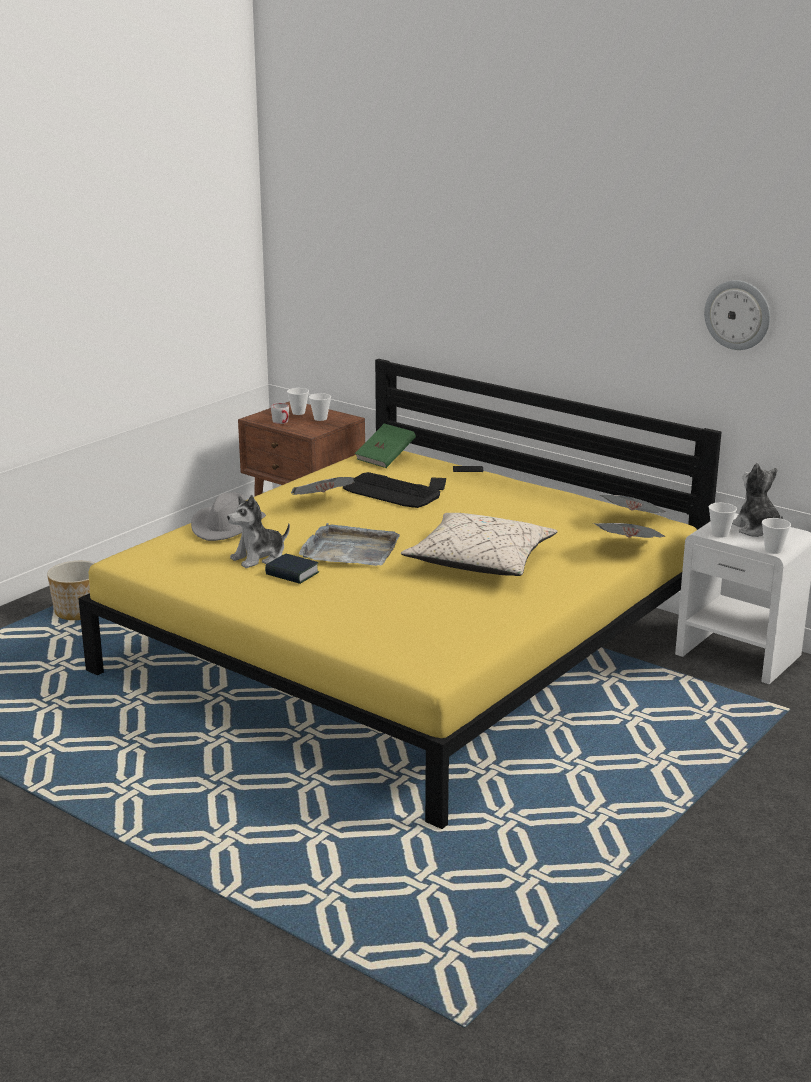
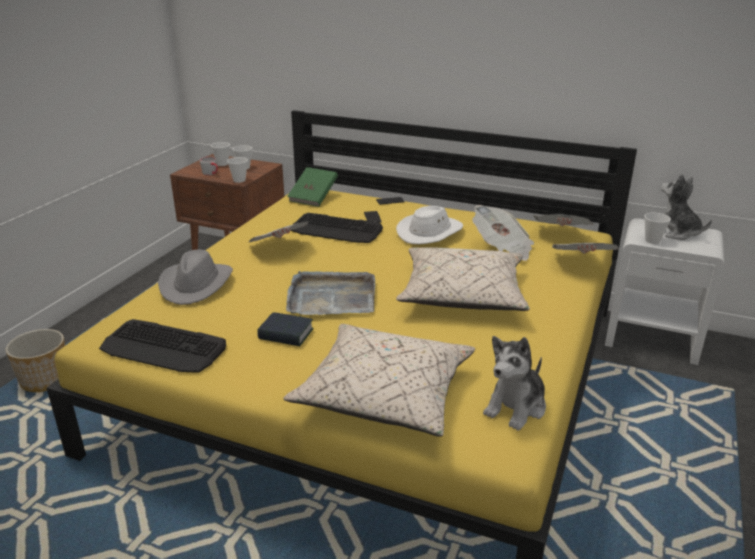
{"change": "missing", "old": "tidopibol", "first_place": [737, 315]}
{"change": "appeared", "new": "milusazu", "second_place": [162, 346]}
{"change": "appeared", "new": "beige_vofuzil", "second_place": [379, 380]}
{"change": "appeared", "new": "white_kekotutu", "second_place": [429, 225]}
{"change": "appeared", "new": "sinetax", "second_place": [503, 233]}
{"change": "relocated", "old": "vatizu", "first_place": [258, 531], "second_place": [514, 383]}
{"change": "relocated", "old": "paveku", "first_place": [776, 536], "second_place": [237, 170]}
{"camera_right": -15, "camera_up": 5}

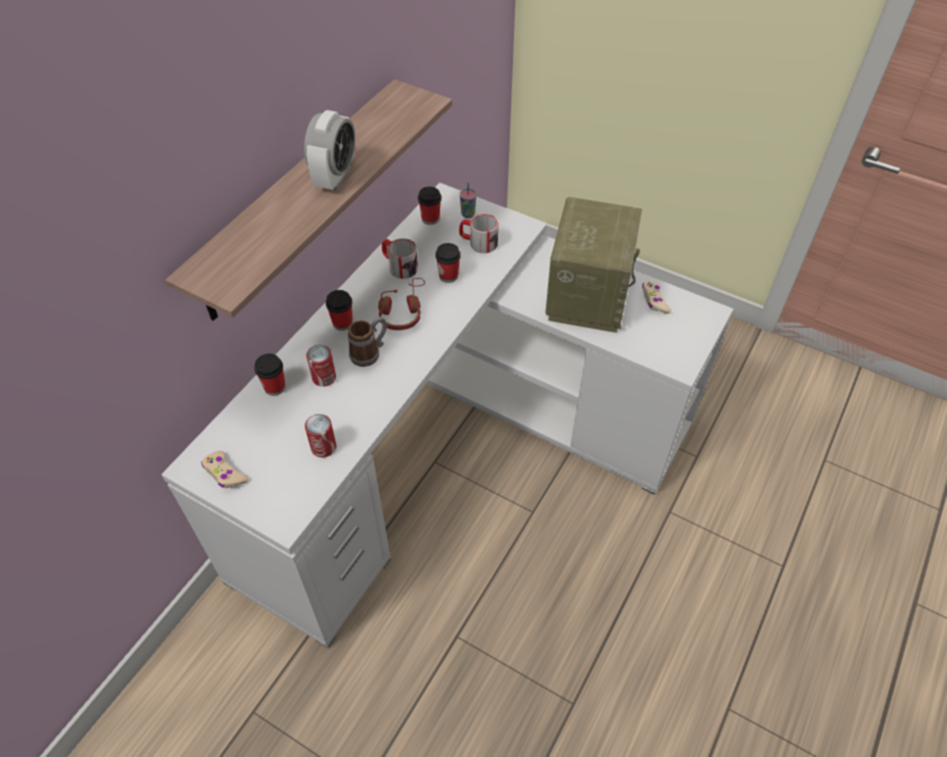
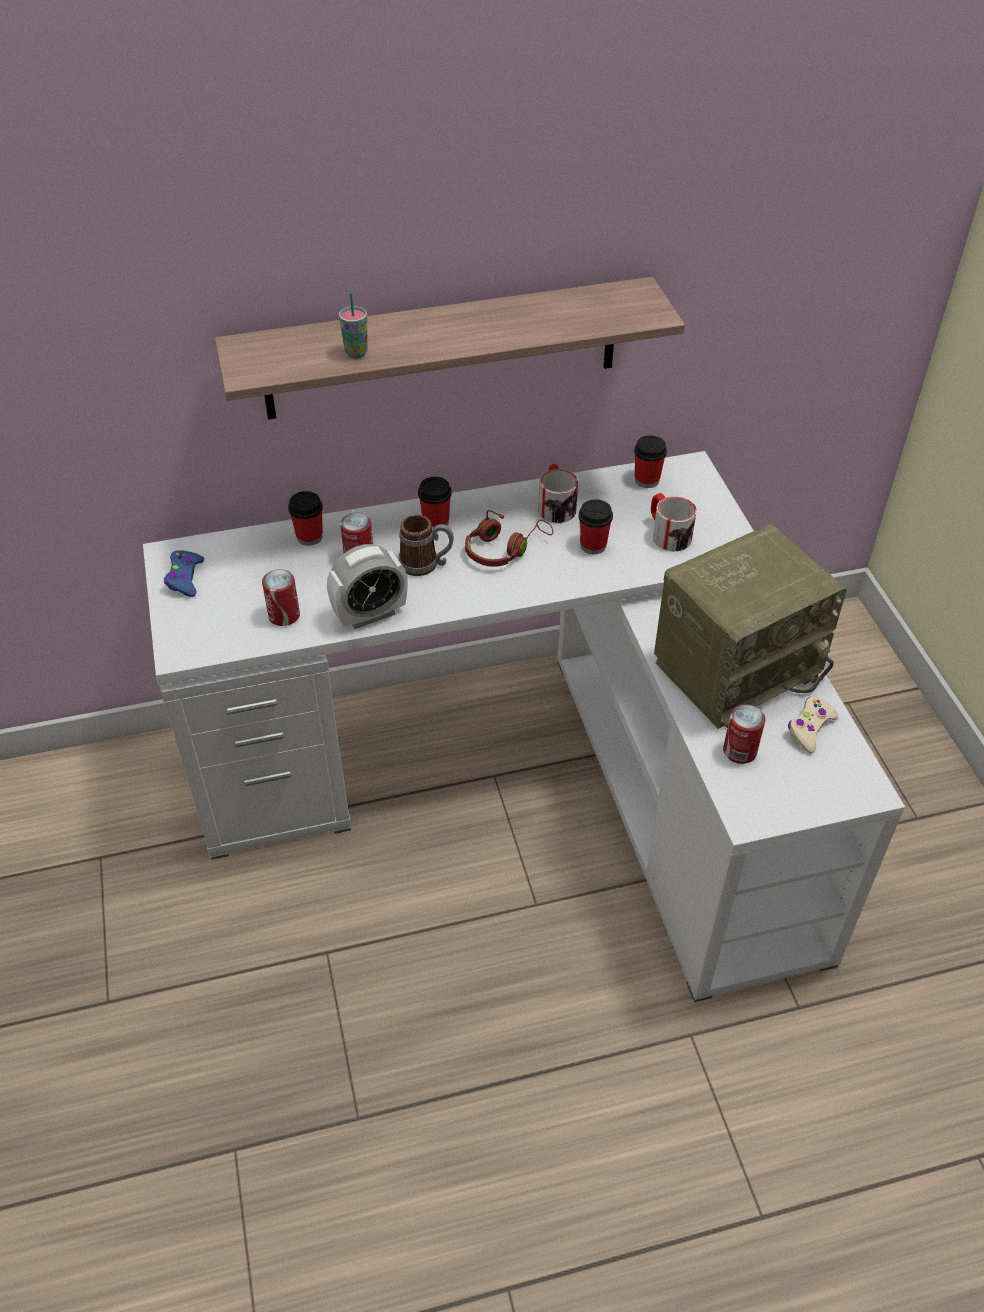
{"change": "appeared", "new": "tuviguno", "second_place": [744, 734]}
{"change": "relocated", "old": "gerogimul", "first_place": [329, 150], "second_place": [367, 586]}
{"change": "relocated", "old": "paveku", "first_place": [468, 200], "second_place": [353, 325]}
{"change": "colour", "old": "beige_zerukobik", "new": "blue_zerukobik", "first_place": [224, 469], "second_place": [184, 573]}
{"camera_right": 45, "camera_up": -5}

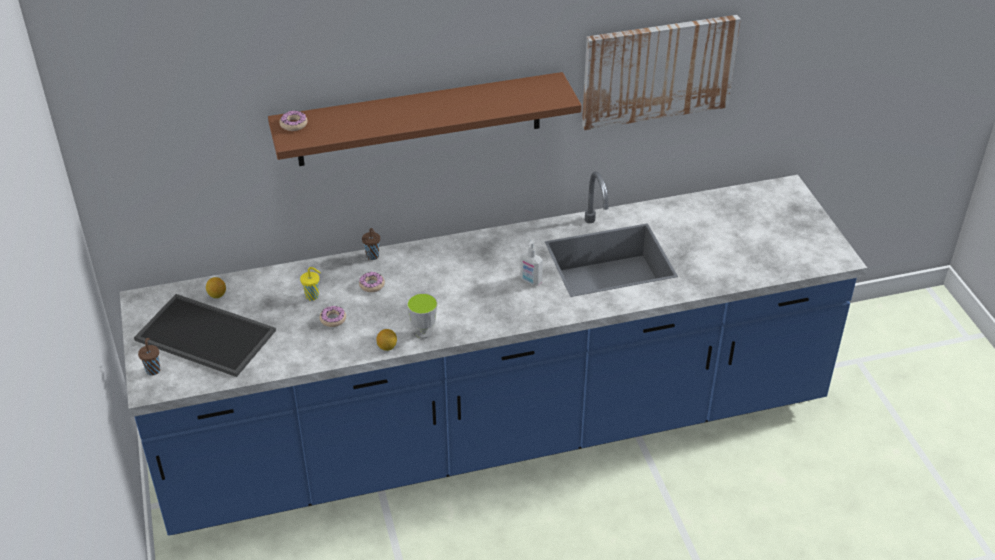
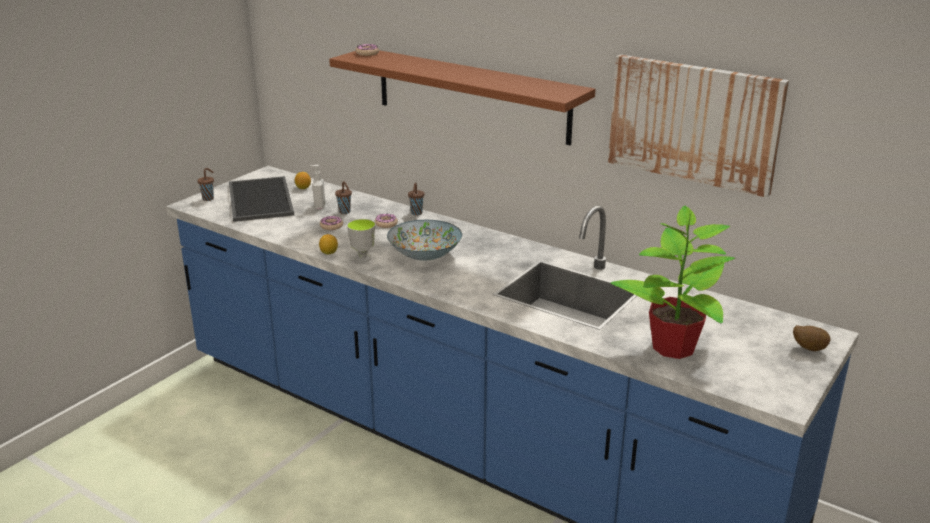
{"change": "appeared", "new": "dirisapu", "second_place": [424, 240]}
{"change": "appeared", "new": "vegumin", "second_place": [673, 282]}
{"change": "appeared", "new": "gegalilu", "second_place": [812, 338]}
{"change": "relocated", "old": "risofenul", "first_place": [531, 263], "second_place": [317, 187]}
{"change": "colour", "old": "yellow_paveku", "new": "brown_paveku", "first_place": [310, 284], "second_place": [343, 197]}
{"camera_right": 50, "camera_up": -15}

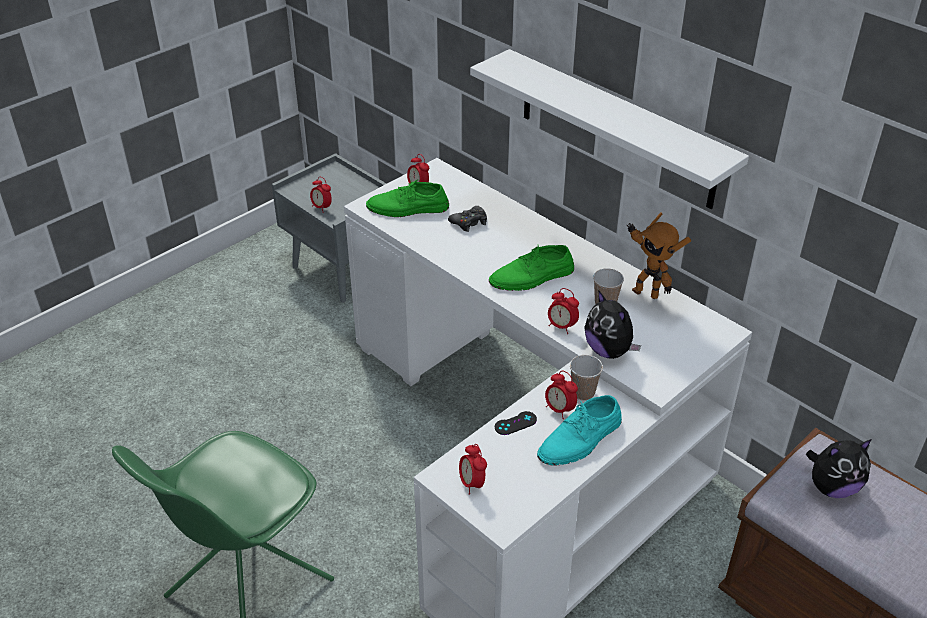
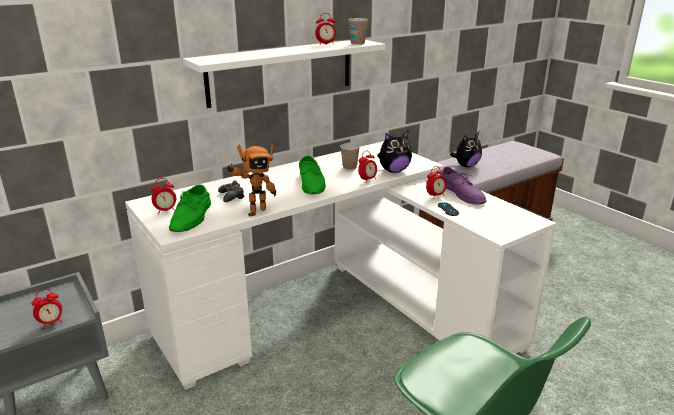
{"change": "relocated", "old": "gerogimul", "first_place": [473, 469], "second_place": [325, 29]}
{"change": "relocated", "old": "paveku", "first_place": [586, 378], "second_place": [358, 31]}
{"change": "relocated", "old": "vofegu", "first_place": [658, 255], "second_place": [251, 180]}
{"change": "colour", "old": "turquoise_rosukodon", "new": "purple_rosukodon", "first_place": [579, 430], "second_place": [462, 186]}
{"change": "spun", "old": "vatizu", "first_place": [839, 468], "second_place": [466, 149], "degrees": 60}
{"camera_right": -80, "camera_up": -15}

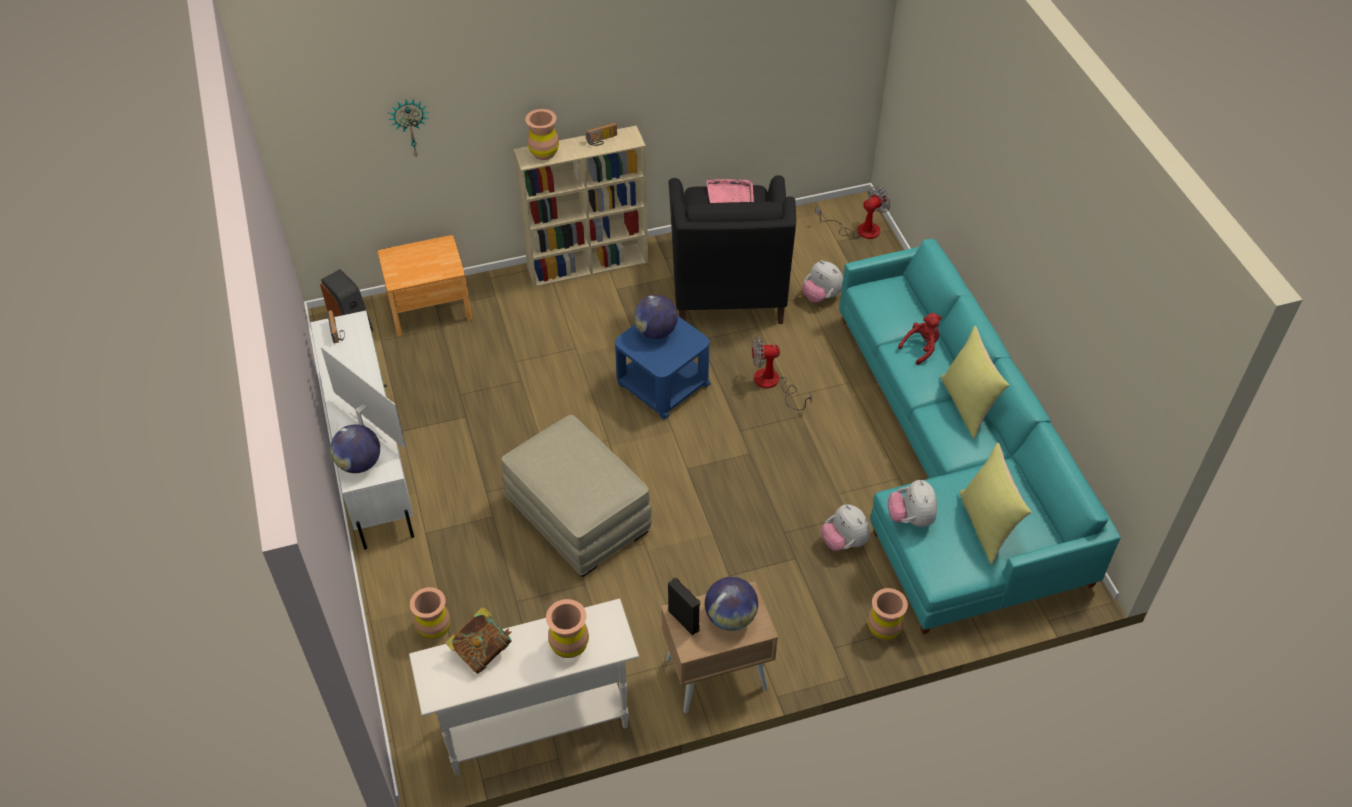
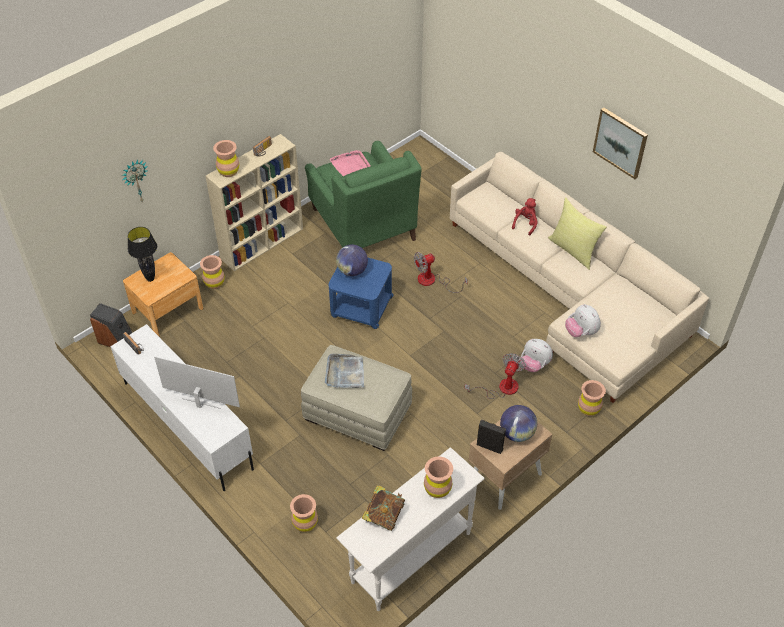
{"change": "missing", "old": "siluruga", "first_place": [355, 448]}
{"change": "missing", "old": "vatizu", "first_place": [822, 281]}
{"change": "missing", "old": "yellow_vofuzil", "first_place": [996, 503]}
{"change": "appeared", "new": "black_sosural", "second_place": [142, 254]}
{"change": "appeared", "new": "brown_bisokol", "second_place": [212, 272]}
{"change": "appeared", "new": "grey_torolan", "second_place": [344, 371]}
{"change": "appeared", "new": "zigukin", "second_place": [620, 143]}
{"change": "relocated", "old": "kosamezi", "first_place": [853, 212], "second_place": [495, 376]}
{"change": "colour", "old": "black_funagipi", "new": "green_funagipi", "first_place": [732, 249], "second_place": [363, 194]}
{"change": "colour", "old": "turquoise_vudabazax", "new": "beige_vudabazax", "first_place": [980, 436], "second_place": [579, 277]}
{"camera_right": -25, "camera_up": 0}

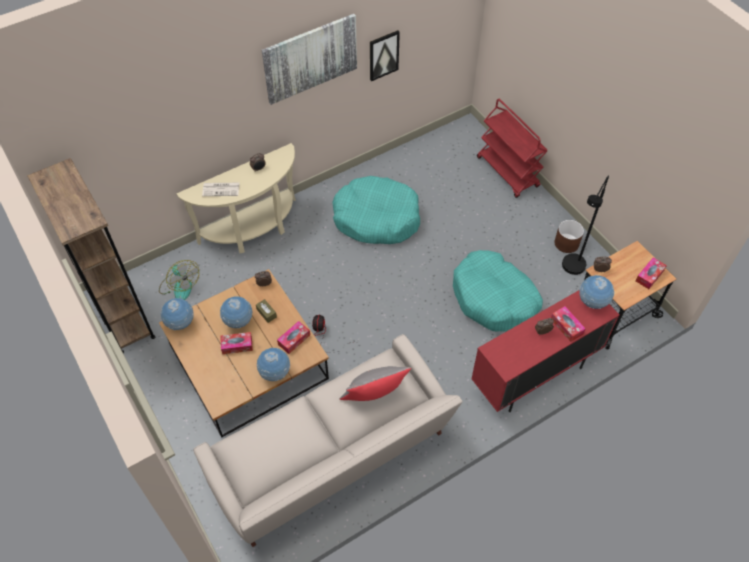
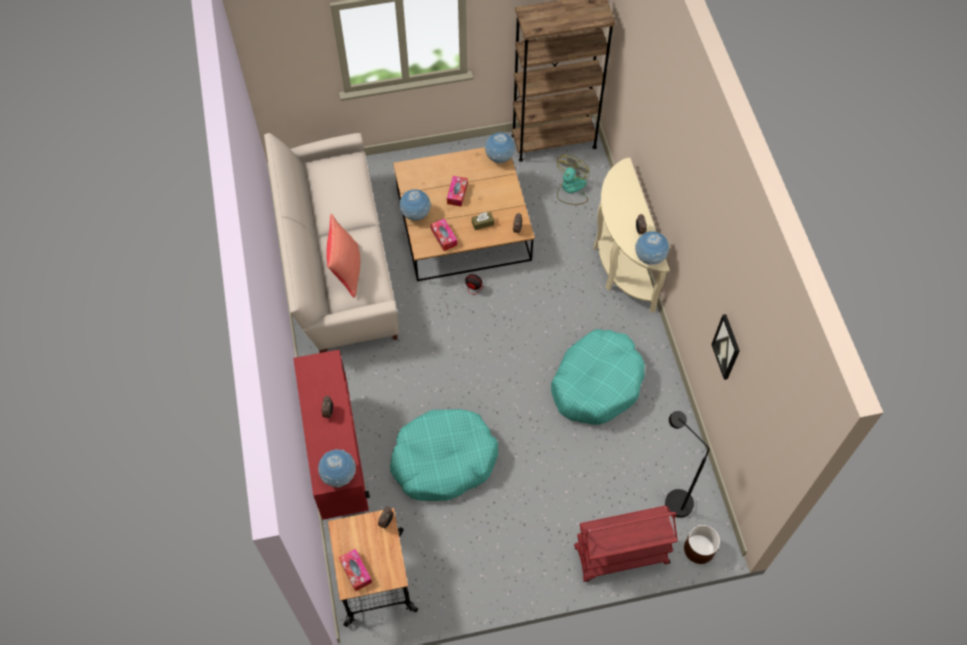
{"change": "missing", "old": "sinetax", "first_place": [220, 189]}
{"change": "missing", "old": "zigukin", "first_place": [309, 59]}
{"change": "missing", "old": "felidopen", "first_place": [568, 324]}
{"change": "relocated", "old": "siluruga", "first_place": [236, 312], "second_place": [652, 248]}
{"change": "relocated", "old": "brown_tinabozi", "first_place": [569, 236], "second_place": [702, 544]}
{"change": "relocated", "old": "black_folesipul", "first_place": [585, 225], "second_place": [687, 464]}
{"change": "colour", "old": "grey_vofuzil", "new": "red_vofuzil", "first_place": [375, 383], "second_place": [343, 256]}
{"change": "spun", "old": "kosamezi", "first_place": [179, 280], "second_place": [573, 180], "degrees": 135}
{"camera_right": 110, "camera_up": 5}

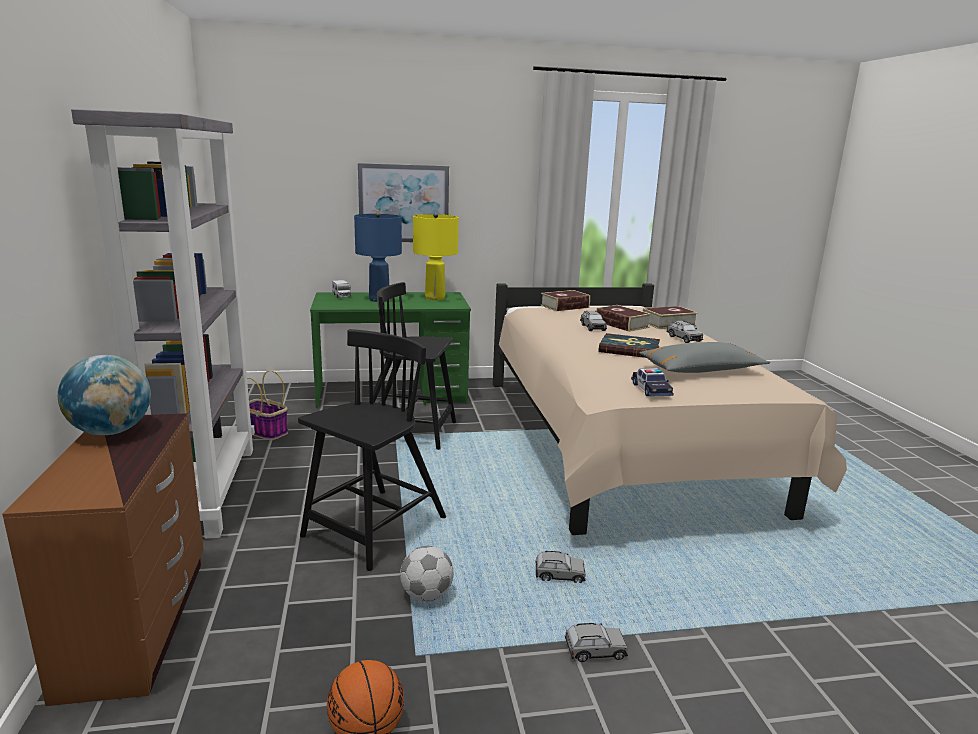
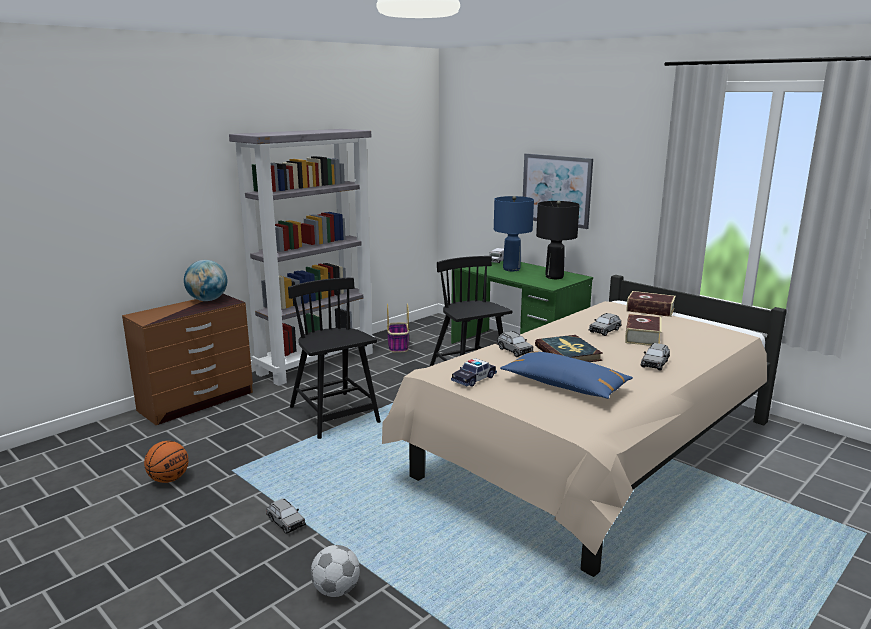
{"change": "missing", "old": "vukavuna", "first_place": [670, 317]}
{"change": "relocated", "old": "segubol", "first_place": [426, 573], "second_place": [335, 571]}
{"change": "relocated", "old": "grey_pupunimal", "first_place": [560, 567], "second_place": [515, 344]}
{"change": "colour", "old": "yellow_sosural", "new": "black_sosural", "first_place": [436, 256], "second_place": [558, 240]}
{"change": "colour", "old": "grey_vofuzil", "new": "blue_vofuzil", "first_place": [704, 357], "second_place": [566, 375]}
{"change": "spun", "old": "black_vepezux", "first_place": [372, 450], "second_place": [334, 358], "degrees": -120}
{"camera_right": 55, "camera_up": 0}

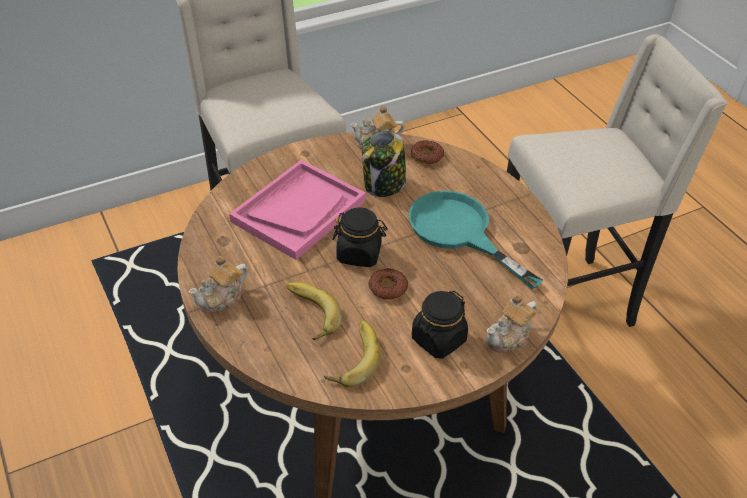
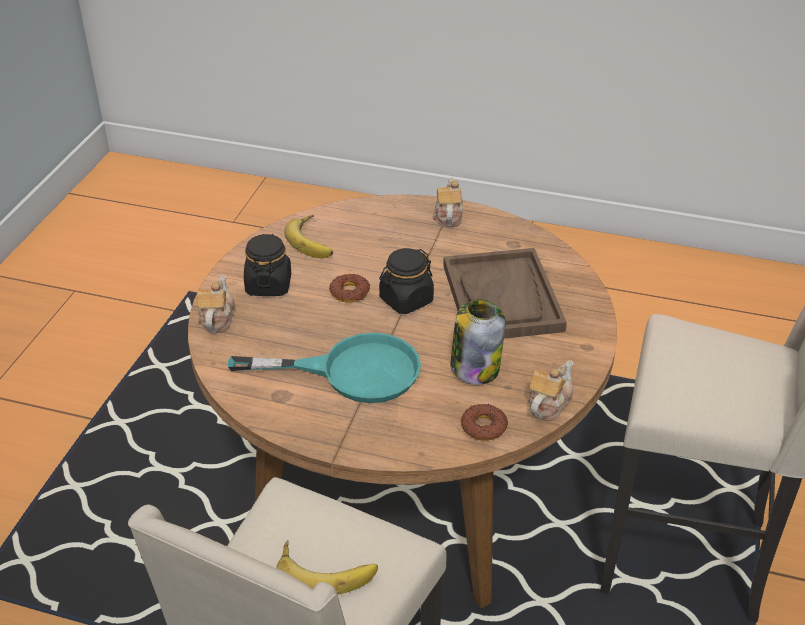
{"change": "relocated", "old": "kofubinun", "first_place": [314, 311], "second_place": [327, 567]}
{"change": "colour", "old": "pink_torolan", "new": "brown_torolan", "first_place": [297, 210], "second_place": [505, 293]}
{"camera_right": 135, "camera_up": -5}

